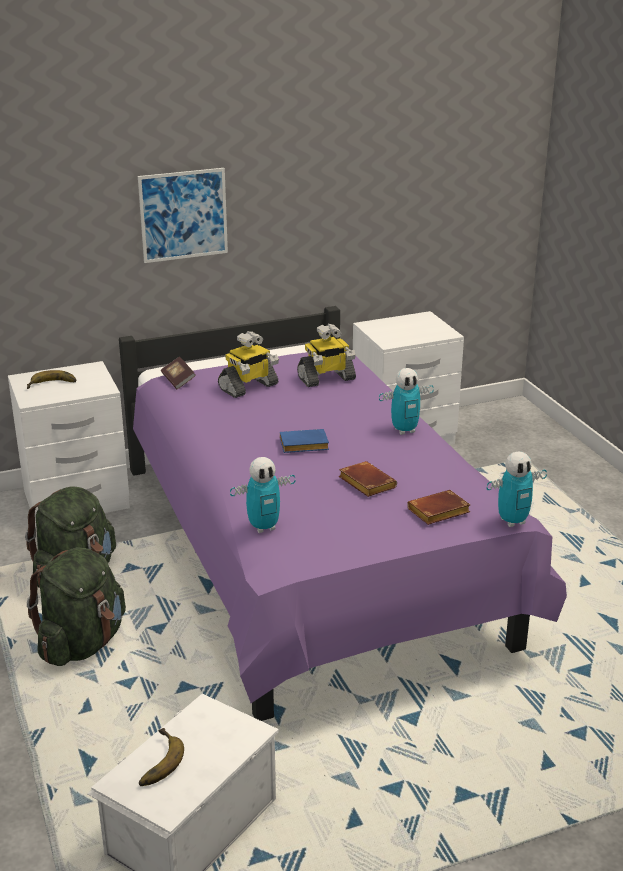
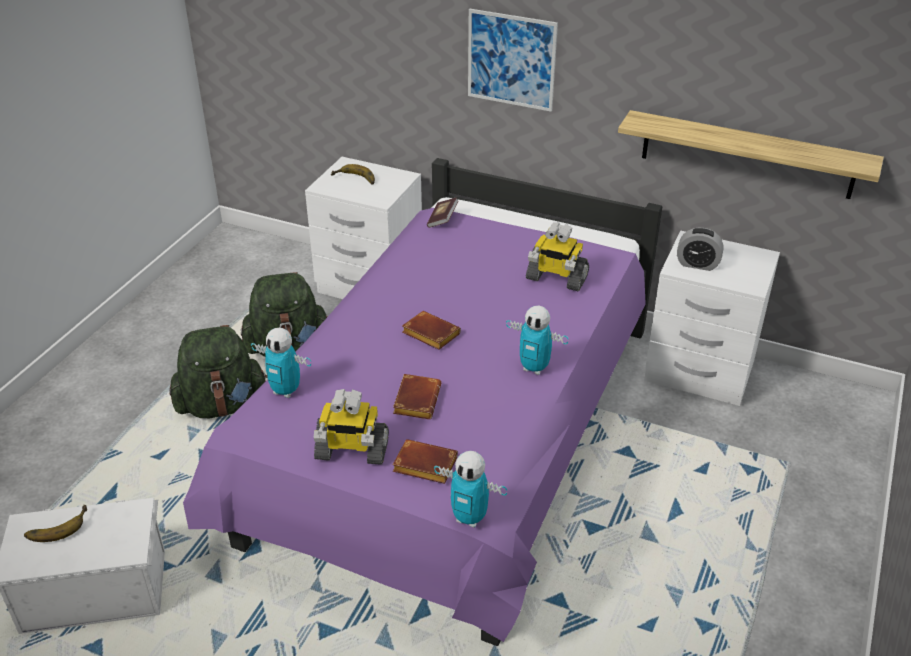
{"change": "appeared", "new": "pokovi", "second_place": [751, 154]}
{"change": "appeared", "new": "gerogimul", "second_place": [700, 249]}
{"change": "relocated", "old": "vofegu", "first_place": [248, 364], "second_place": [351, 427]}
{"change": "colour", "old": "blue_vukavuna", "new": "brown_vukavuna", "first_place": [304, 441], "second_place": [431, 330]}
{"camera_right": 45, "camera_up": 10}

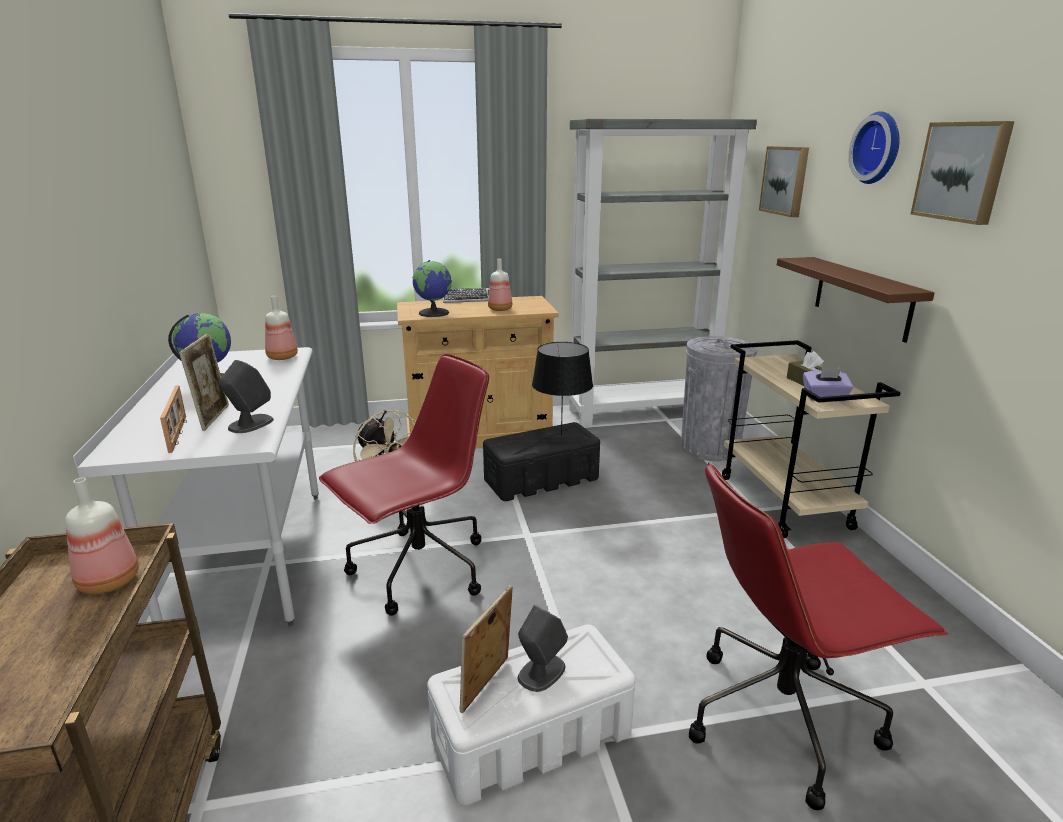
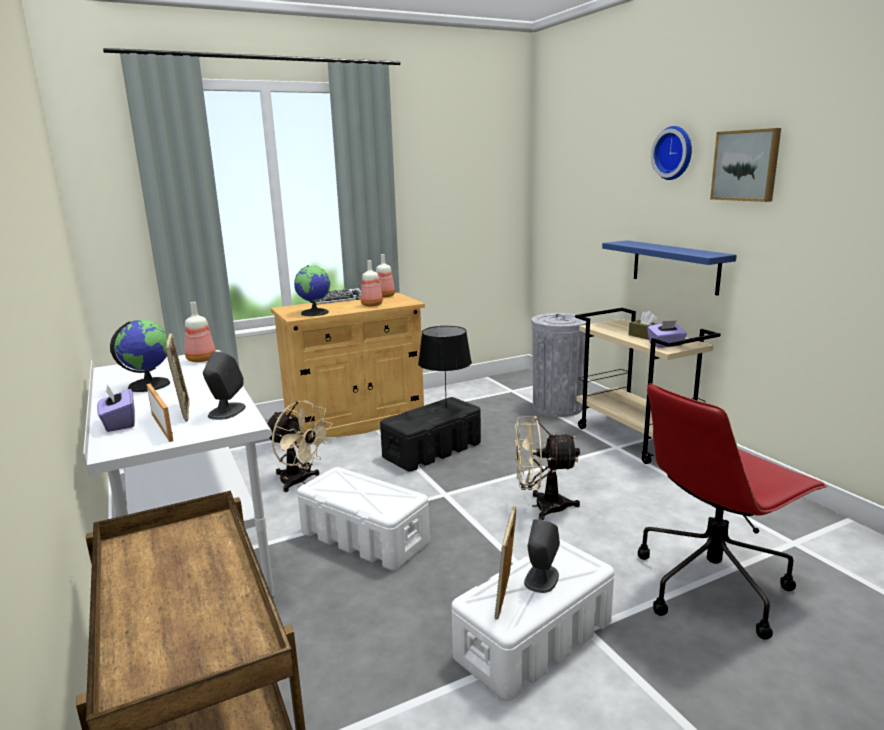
{"change": "missing", "old": "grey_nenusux", "first_place": [662, 273]}
{"change": "missing", "old": "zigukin", "first_place": [784, 181]}
{"change": "appeared", "new": "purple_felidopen", "second_place": [116, 408]}
{"change": "appeared", "new": "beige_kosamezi", "second_place": [547, 468]}
{"change": "relocated", "old": "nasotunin", "first_place": [102, 536], "second_place": [385, 276]}
{"change": "exchanged", "old": "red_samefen", "new": "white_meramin", "first_place": [404, 485], "second_place": [363, 518]}
{"change": "colour", "old": "brown_pokovi", "new": "blue_pokovi", "first_place": [856, 300], "second_place": [669, 268]}
{"camera_right": -15, "camera_up": -5}

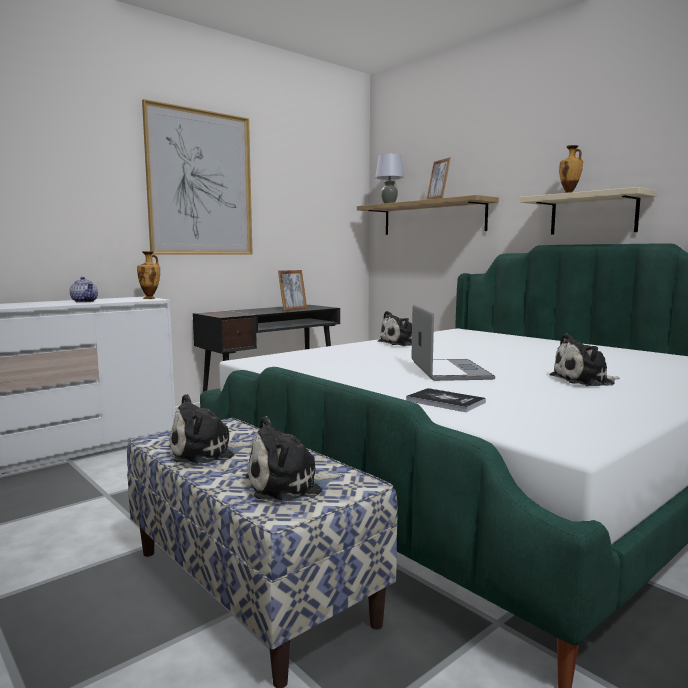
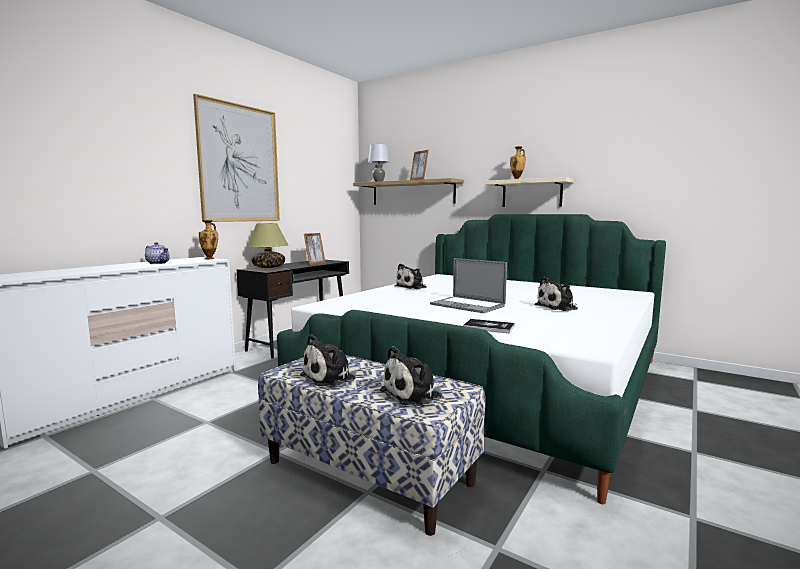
{"change": "appeared", "new": "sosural", "second_place": [267, 245]}
{"change": "spun", "old": "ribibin", "first_place": [453, 342], "second_place": [468, 285], "degrees": 150}
{"camera_right": -15, "camera_up": 0}

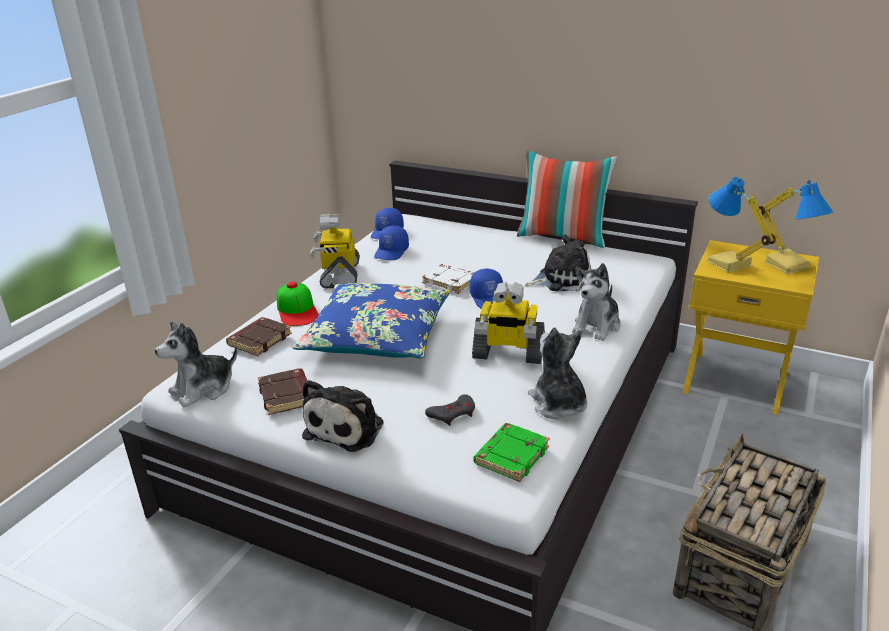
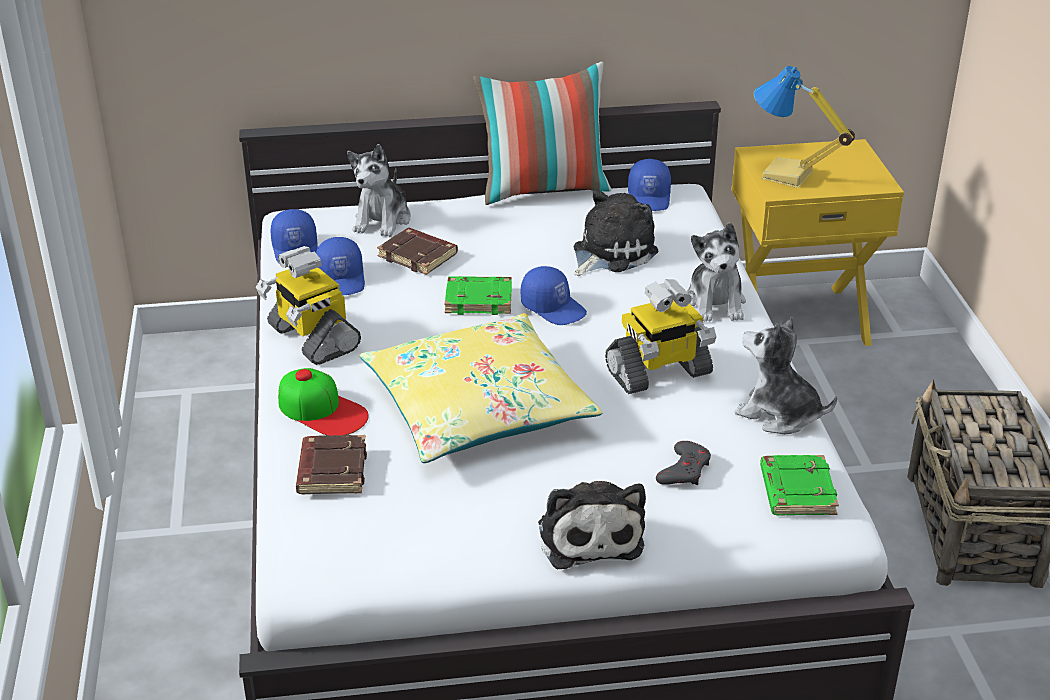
{"change": "missing", "old": "sosural", "first_place": [796, 227]}
{"change": "appeared", "new": "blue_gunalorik", "second_place": [649, 185]}
{"change": "relocated", "old": "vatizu", "first_place": [196, 364], "second_place": [379, 190]}
{"change": "relocated", "old": "brown_vukavuna", "first_place": [282, 391], "second_place": [417, 251]}
{"change": "colour", "old": "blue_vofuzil", "new": "yellow_vofuzil", "first_place": [371, 321], "second_place": [481, 388]}
{"change": "colour", "old": "white_vukavuna", "new": "green_vukavuna", "first_place": [448, 279], "second_place": [478, 295]}
{"camera_right": -35, "camera_up": 5}

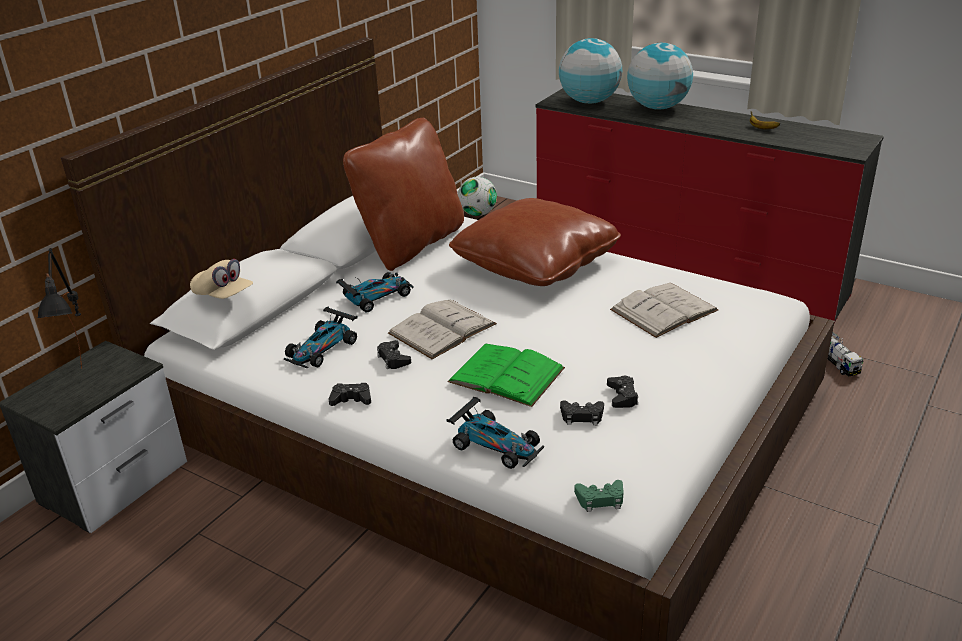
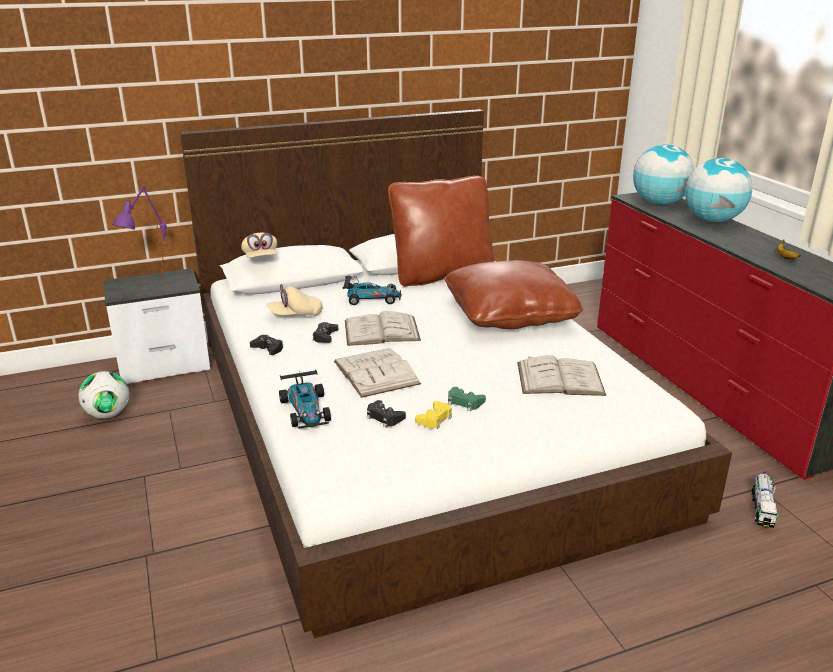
{"change": "relocated", "old": "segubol", "first_place": [477, 196], "second_place": [103, 395]}
{"change": "relocated", "old": "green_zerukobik", "first_place": [599, 496], "second_place": [467, 399]}
{"change": "exchanged", "old": "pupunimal", "new": "beige_gunalorik", "first_place": [320, 337], "second_place": [294, 300]}
{"change": "colour", "old": "black_sosural", "new": "purple_sosural", "first_place": [59, 308], "second_place": [140, 232]}
{"change": "colour", "old": "green_vukavuna", "new": "white_vukavuna", "first_place": [506, 375], "second_place": [377, 373]}
{"change": "colour", "old": "black_zerukobik", "new": "yellow_zerukobik", "first_place": [622, 392], "second_place": [433, 415]}
{"camera_right": 35, "camera_up": -5}

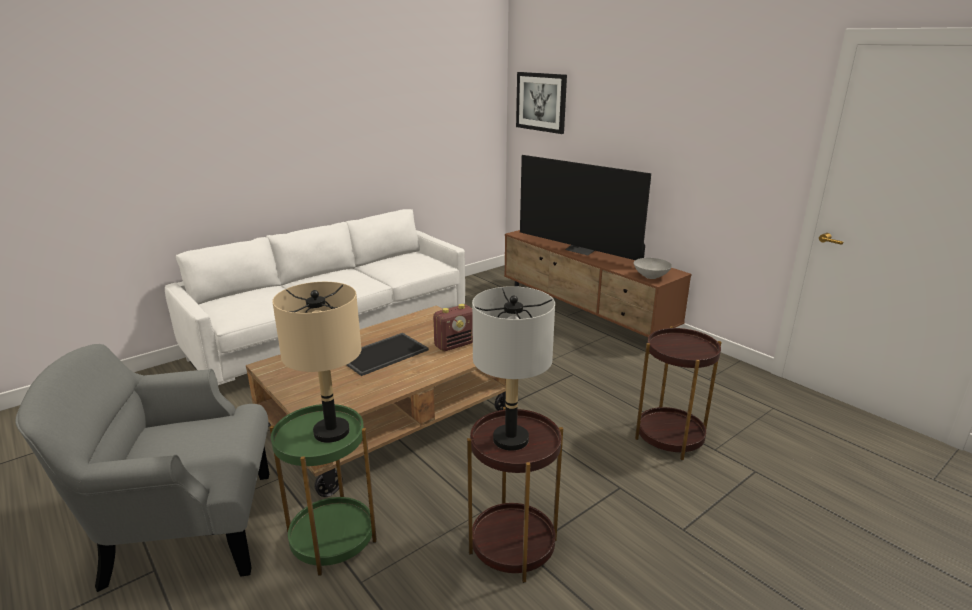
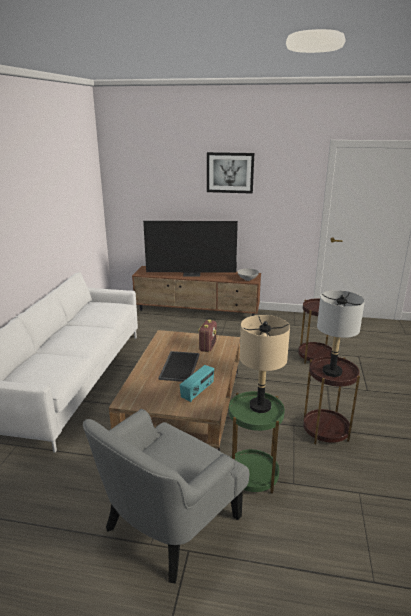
{"change": "appeared", "new": "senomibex", "second_place": [197, 383]}
{"change": "relocated", "old": "zigukin", "first_place": [541, 103], "second_place": [230, 173]}
{"camera_right": -40, "camera_up": 0}

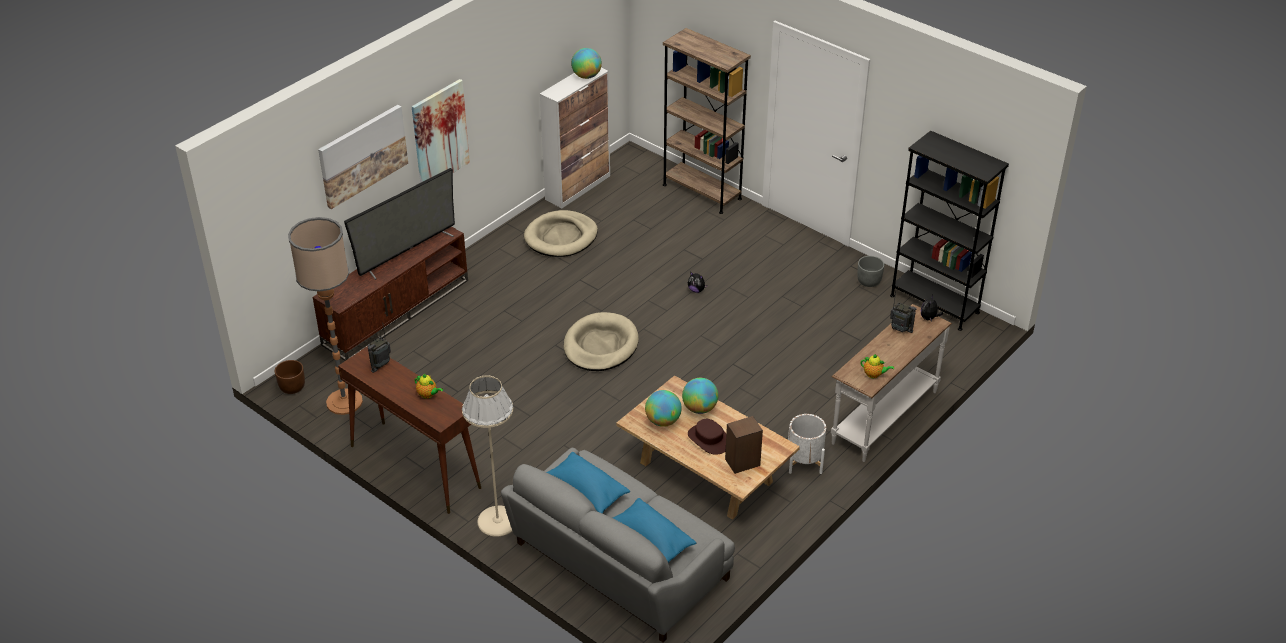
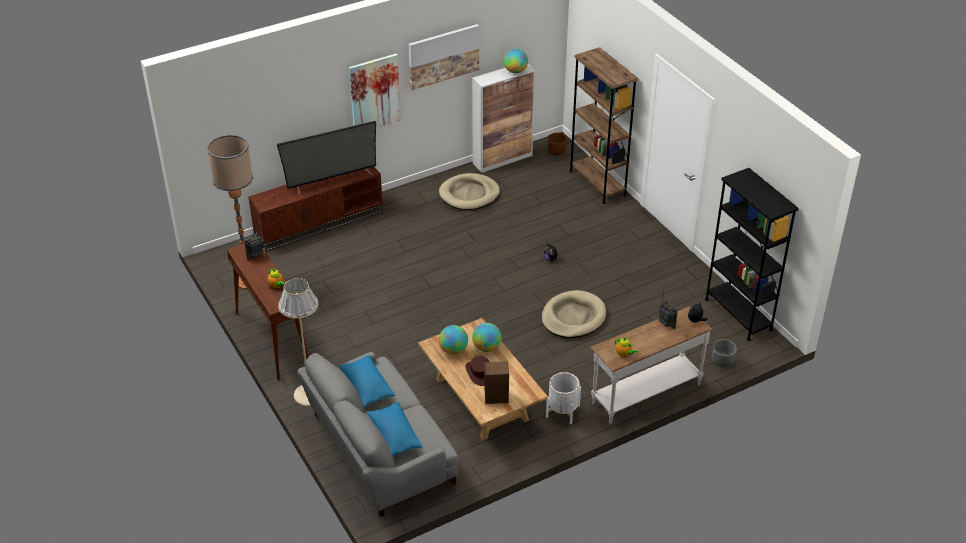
{"change": "relocated", "old": "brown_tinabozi", "first_place": [290, 377], "second_place": [557, 144]}
{"change": "relocated", "old": "zigukin", "first_place": [363, 157], "second_place": [444, 57]}
{"change": "relocated", "old": "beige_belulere", "first_place": [601, 341], "second_place": [573, 314]}
{"change": "relocated", "old": "grey_tinabozi", "first_place": [870, 271], "second_place": [724, 353]}
{"camera_right": 20, "camera_up": 0}

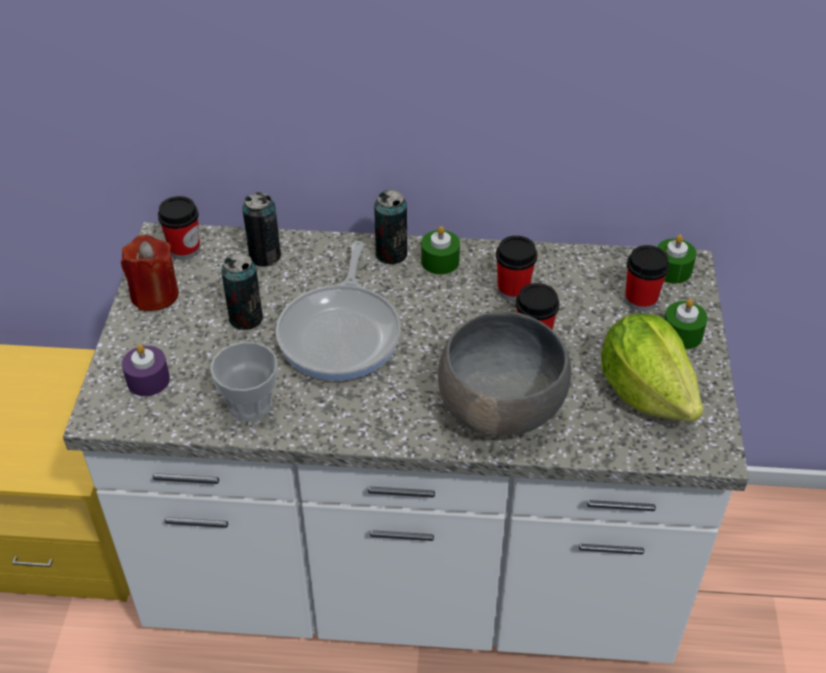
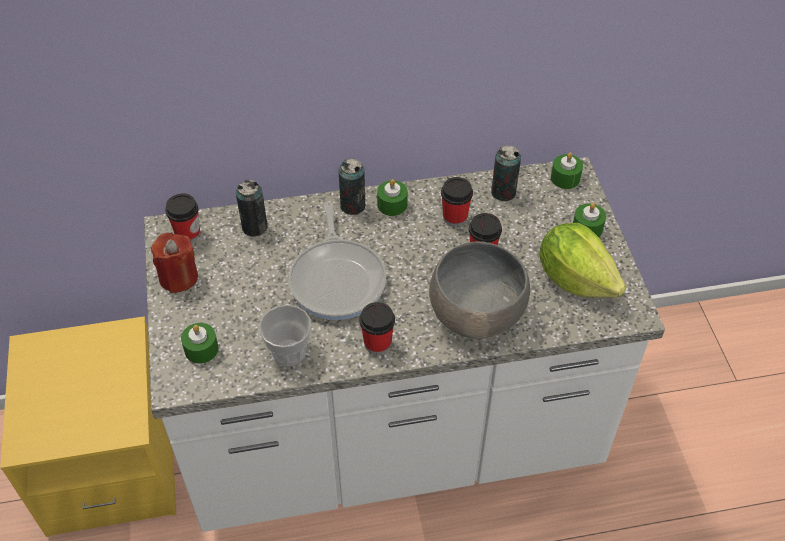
{"change": "relocated", "old": "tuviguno", "first_place": [242, 291], "second_place": [506, 173]}
{"change": "relocated", "old": "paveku", "first_place": [647, 278], "second_place": [377, 328]}
{"change": "colour", "old": "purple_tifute", "new": "green_tifute", "first_place": [146, 370], "second_place": [200, 343]}
{"camera_right": -15, "camera_up": 5}

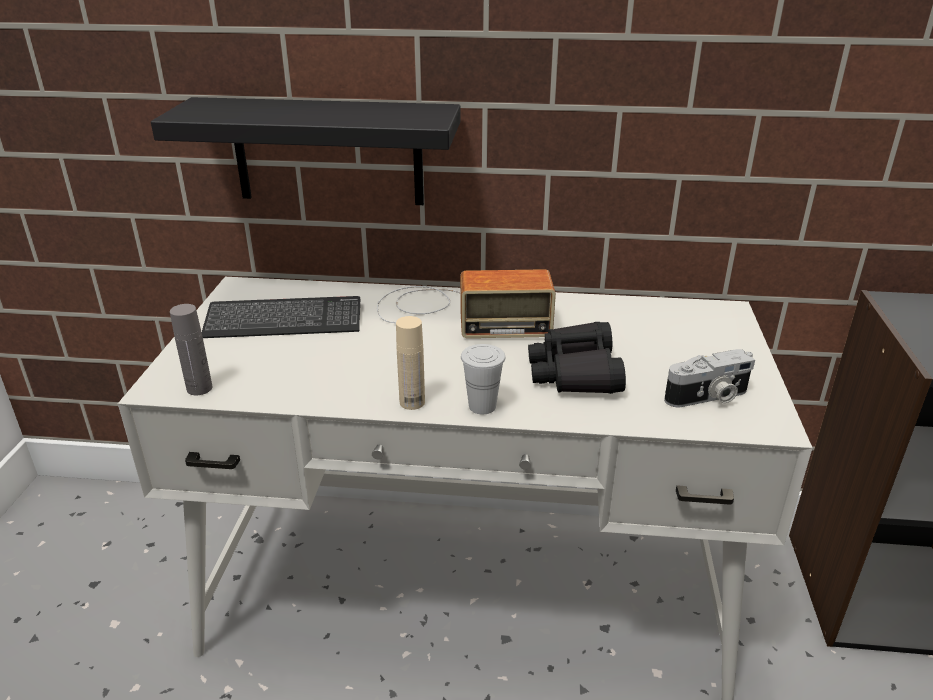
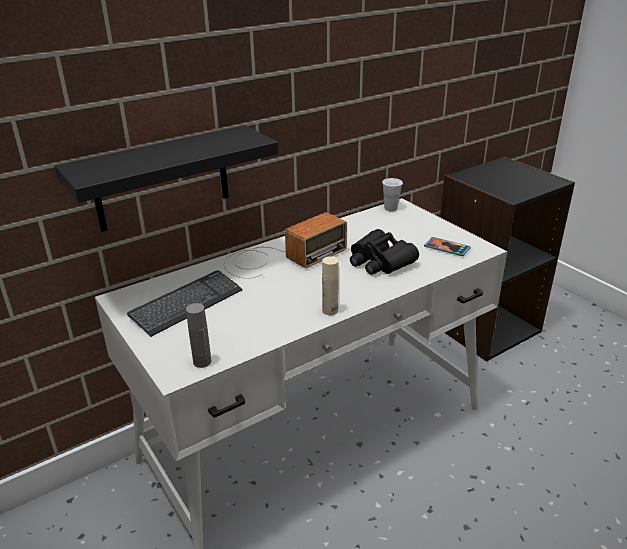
{"change": "relocated", "old": "white_paveku", "first_place": [483, 379], "second_place": [392, 194]}
{"change": "exchanged", "old": "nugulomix", "new": "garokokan", "first_place": [709, 378], "second_place": [447, 246]}
{"camera_right": -40, "camera_up": 0}

